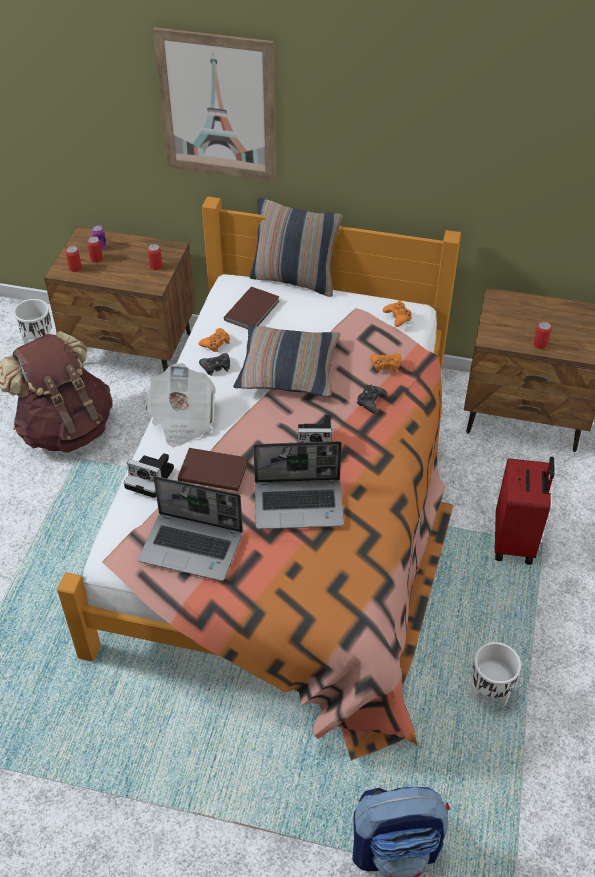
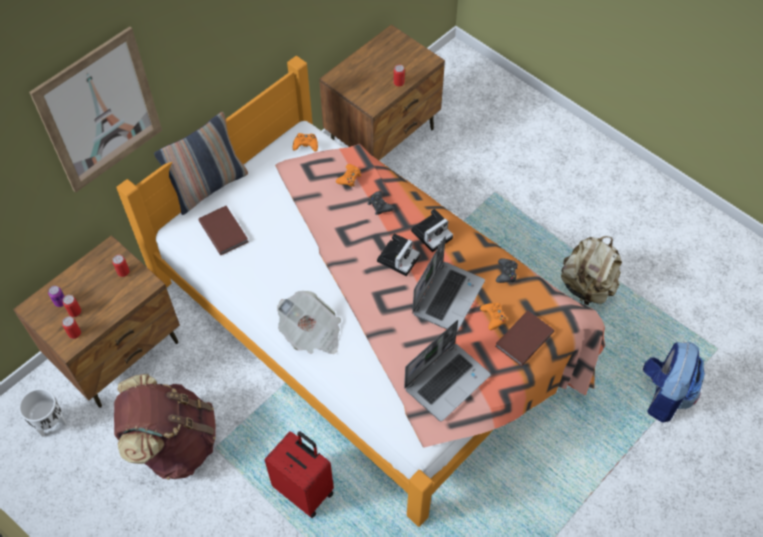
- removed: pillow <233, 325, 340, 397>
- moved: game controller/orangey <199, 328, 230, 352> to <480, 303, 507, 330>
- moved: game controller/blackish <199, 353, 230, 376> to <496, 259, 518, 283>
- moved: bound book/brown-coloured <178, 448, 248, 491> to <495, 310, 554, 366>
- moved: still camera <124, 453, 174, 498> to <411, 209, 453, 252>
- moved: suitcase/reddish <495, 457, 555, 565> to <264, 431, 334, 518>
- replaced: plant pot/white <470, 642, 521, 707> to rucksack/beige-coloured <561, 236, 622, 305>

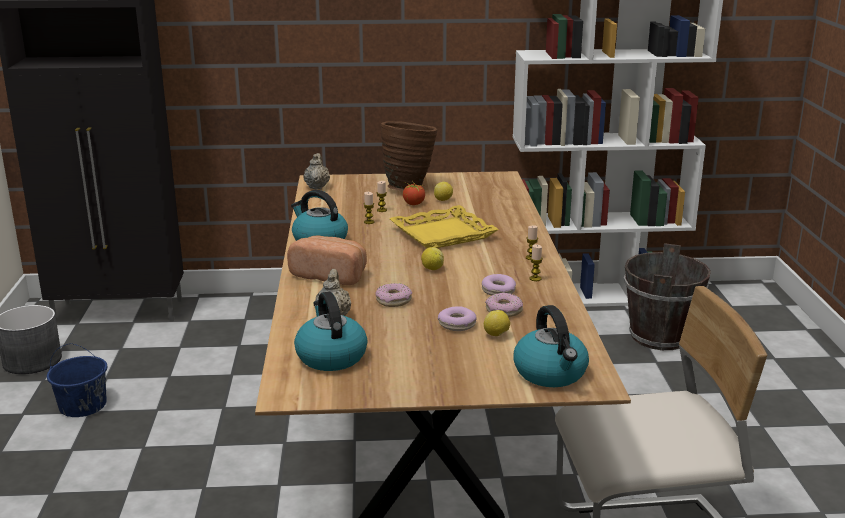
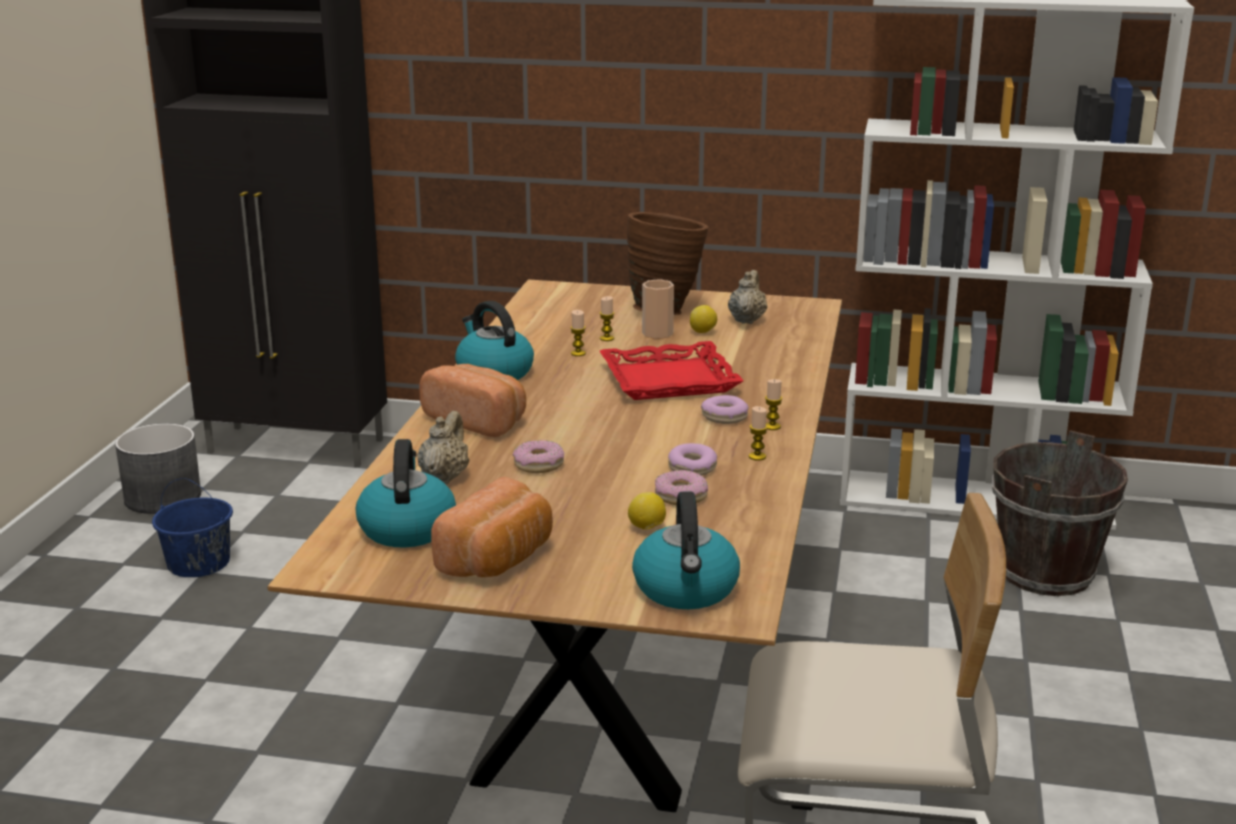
- moved: pot for tea/beige-coloured <303, 153, 330, 189> to <728, 270, 767, 324>
- replaced: tomato <403, 181, 425, 205> to drinking cup <642, 279, 674, 339>
- recoloured: tray/yellowish <389, 205, 499, 248> to tray/reddish <600, 341, 744, 400>
- removed: whole lemon <421, 247, 444, 270>
- moved: ring doughnut <438, 306, 477, 331> to <701, 395, 749, 424>
- added: bakery bread <431, 477, 553, 577>

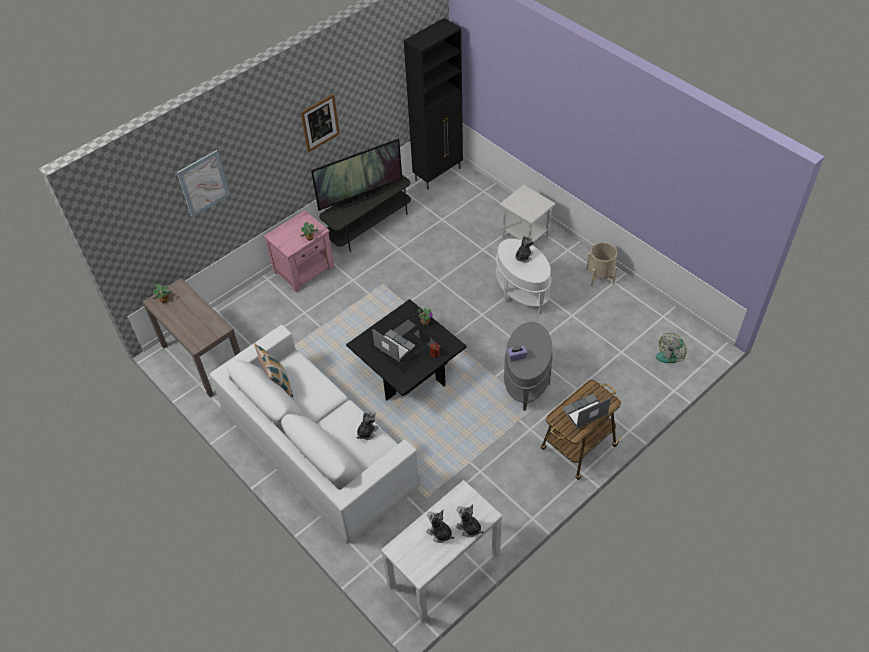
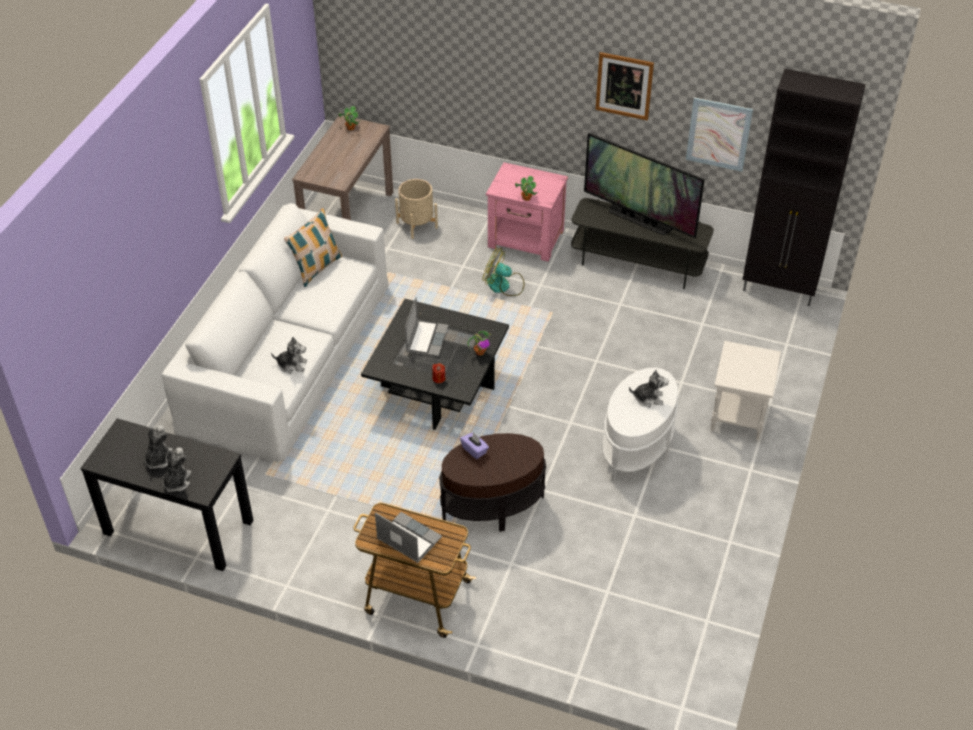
- moved: wall picture <177, 150, 230, 217> to <686, 97, 753, 172>
- moved: plant pot/beige-coloured <586, 242, 617, 286> to <395, 179, 438, 239>
- recoloured: end table/gray <504, 322, 553, 411> to end table/brown-coloured <439, 433, 546, 532>
- moved: fan <656, 333, 687, 363> to <483, 248, 525, 296>
- recoloured: console table/white <381, 480, 503, 623> to console table/blackish <80, 418, 253, 571>

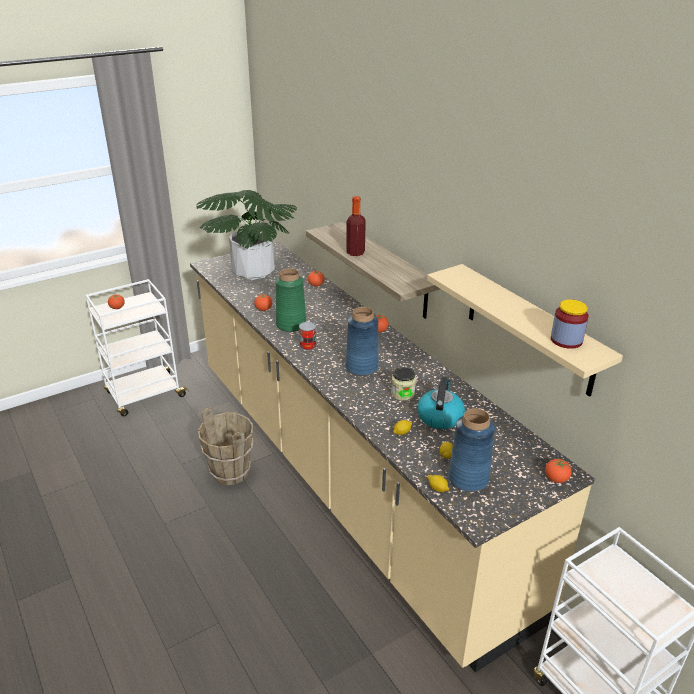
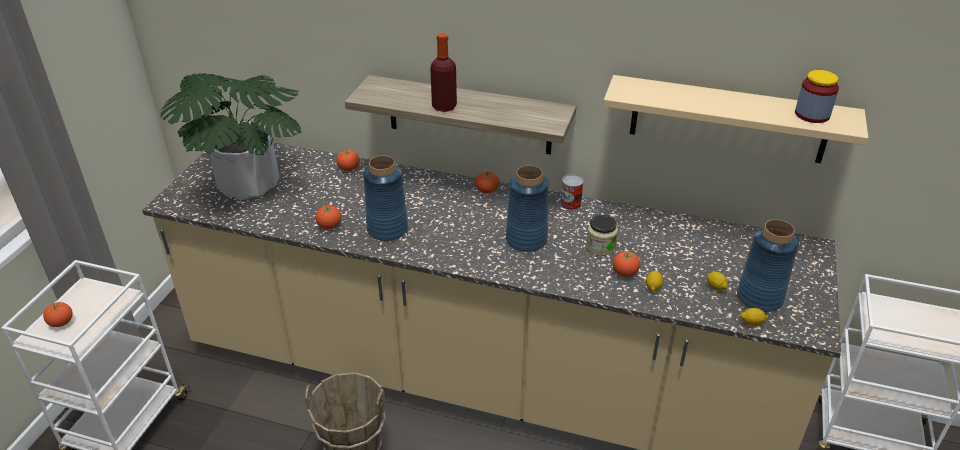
- recoloured: decorative vase/green <275, 268, 306, 332> to decorative vase/blue-coloured <363, 156, 408, 241>
- moved: sealed can <299, 322, 316, 350> to <560, 174, 584, 210>
- removed: water kettle <417, 377, 465, 429>
- moved: tomato <545, 458, 572, 483> to <613, 250, 640, 277>

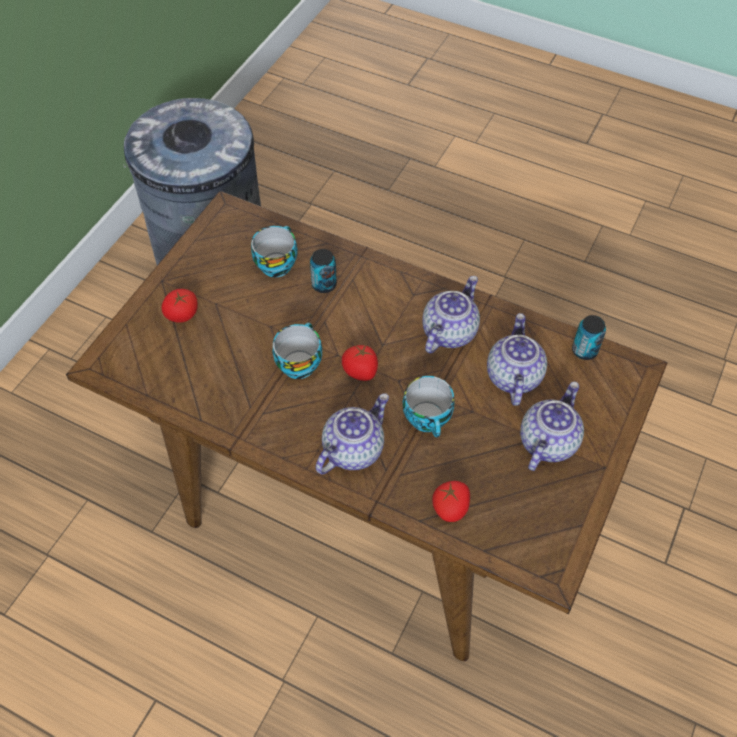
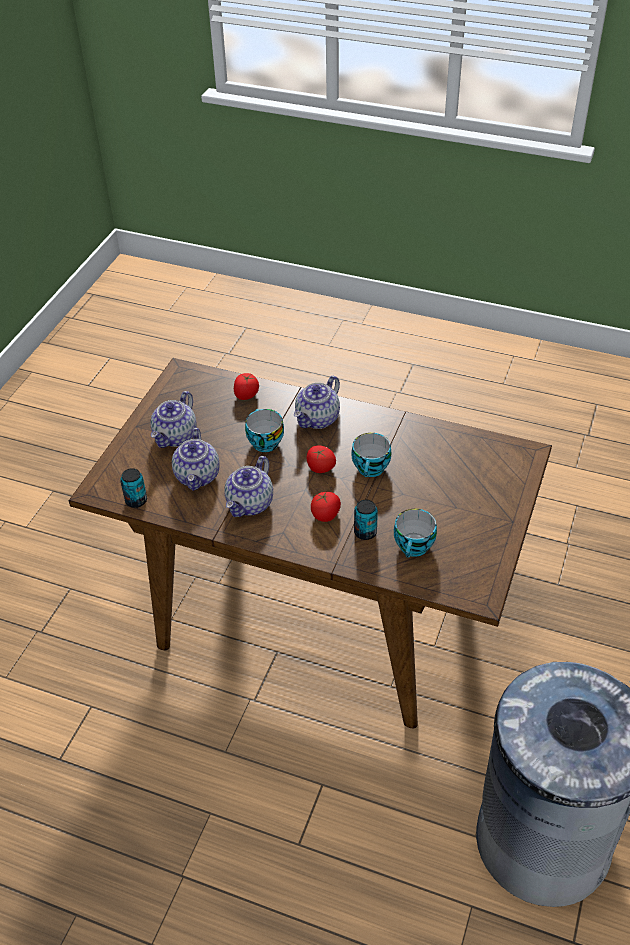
- moved: tomato <161, 289, 198, 323> to <311, 492, 341, 522>

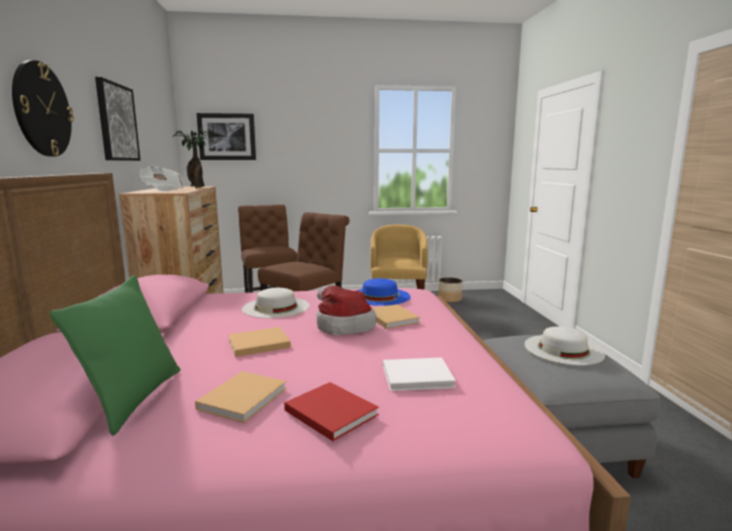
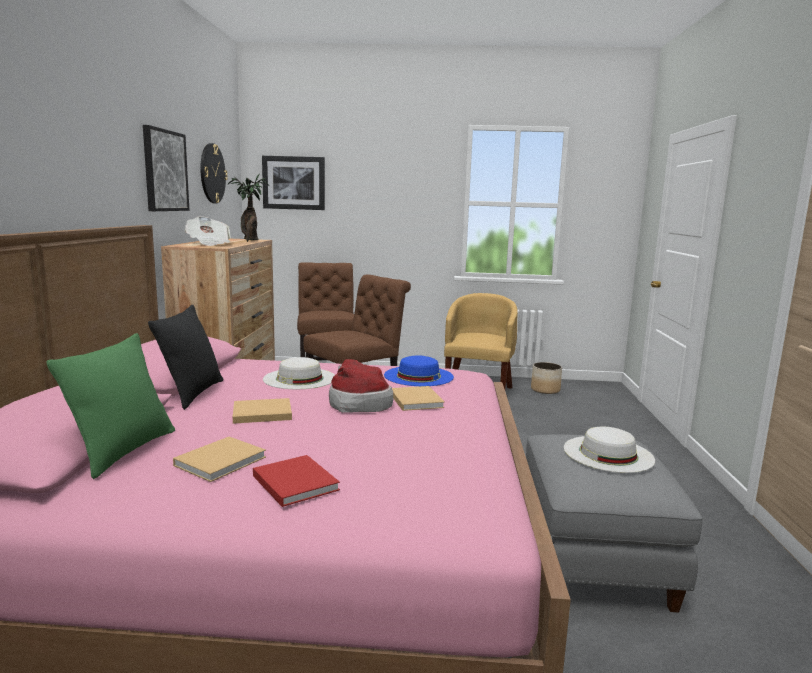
- moved: hanging clock <12, 60, 74, 157> to <200, 143, 228, 203>
- removed: bound book/white <383, 357, 456, 391>
- added: pillow/blackish <148, 305, 223, 410>

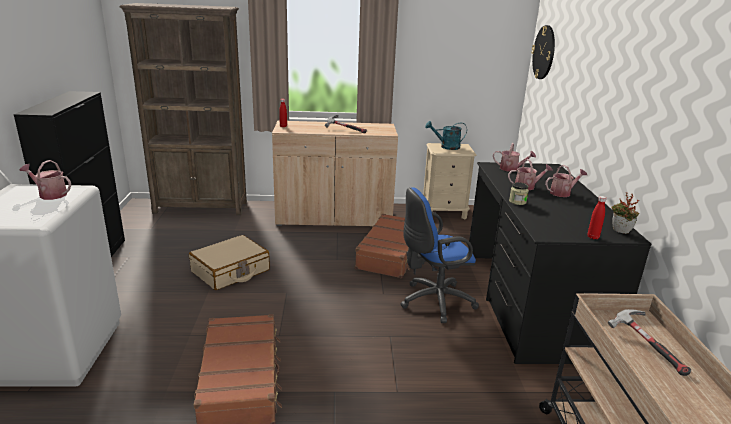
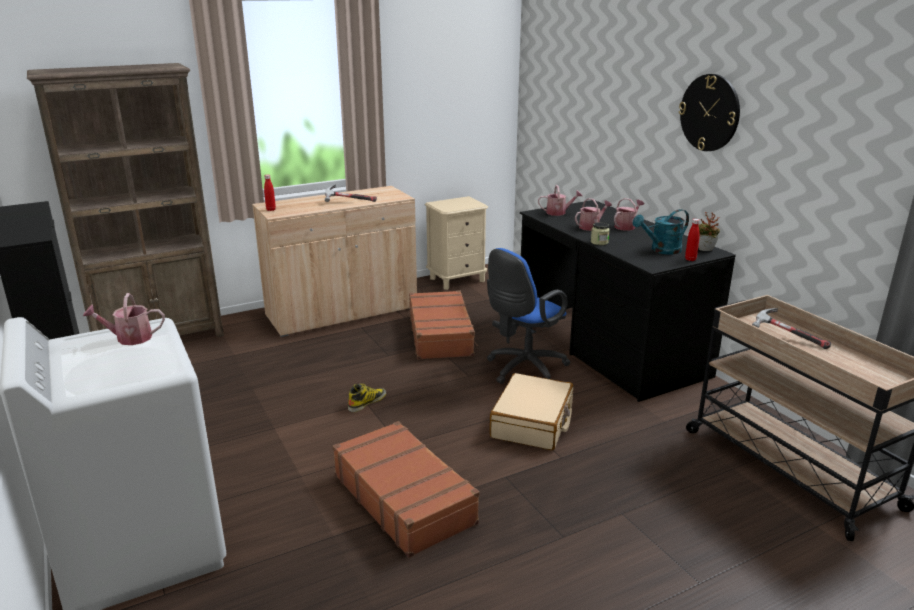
- moved: hanging clock <531, 25, 555, 79> to <679, 74, 740, 151>
- moved: watering can/turquoise <425, 121, 467, 150> to <633, 209, 689, 255>
- moved: suitcase/beige-coloured <189, 235, 270, 290> to <490, 373, 573, 450>
- added: boot <348, 384, 386, 412>

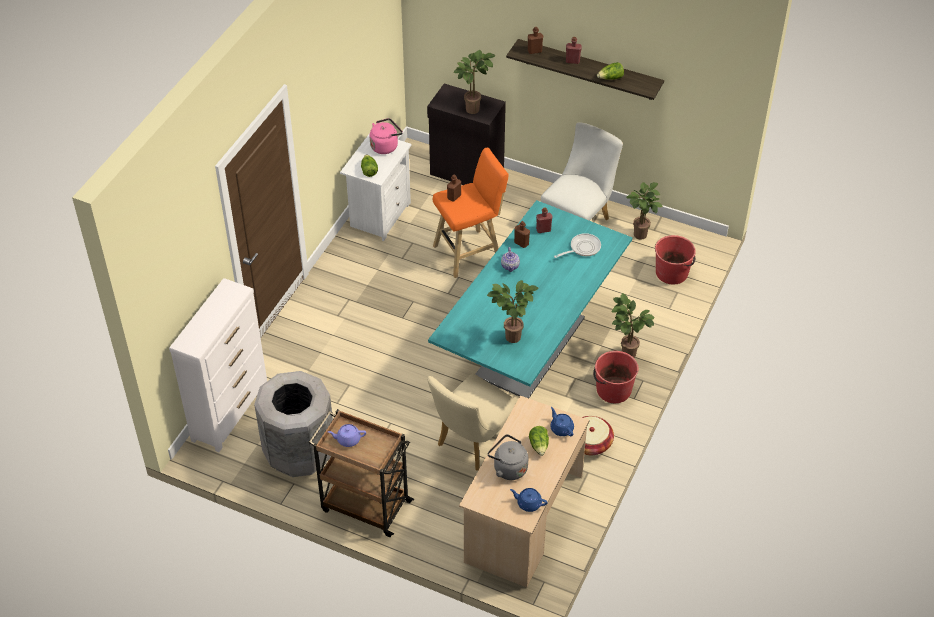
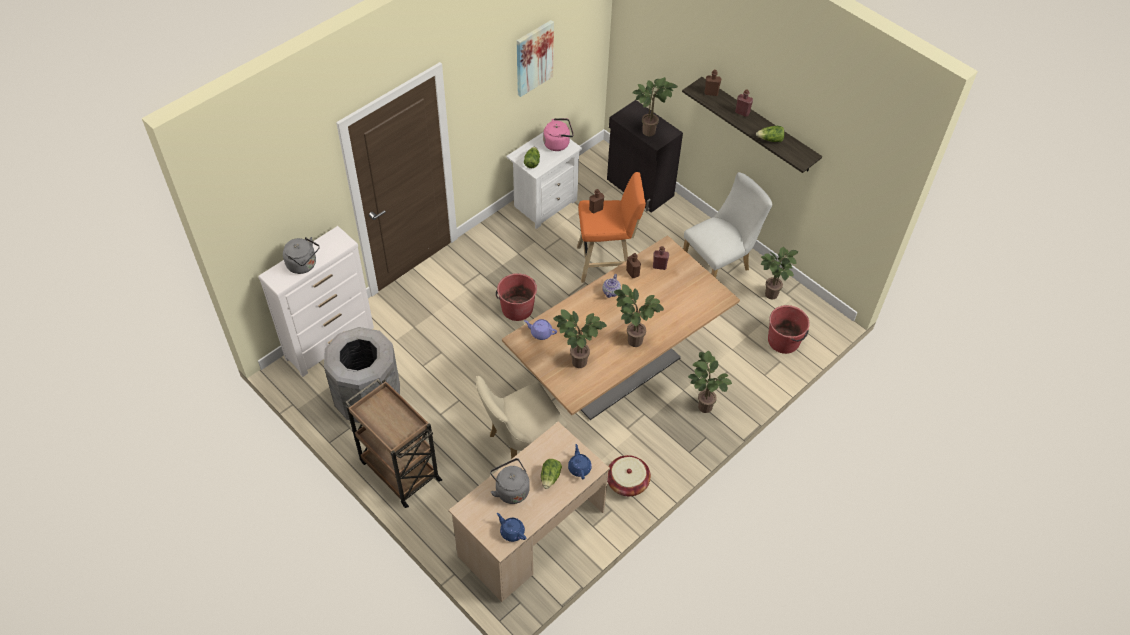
- recoloured: dinner table/turquoise <428, 200, 632, 398> to dinner table/beige-coloured <502, 235, 740, 420>
- removed: pan <554, 233, 601, 258>
- moved: pail/reddish <593, 351, 639, 403> to <496, 273, 537, 321>
- moved: pot for tea/purplish <328, 424, 366, 447> to <524, 319, 557, 340>
- added: wall picture <517, 20, 554, 97>
- added: water kettle/gray <283, 237, 320, 274>
- added: plant in a pot <614, 284, 664, 347>

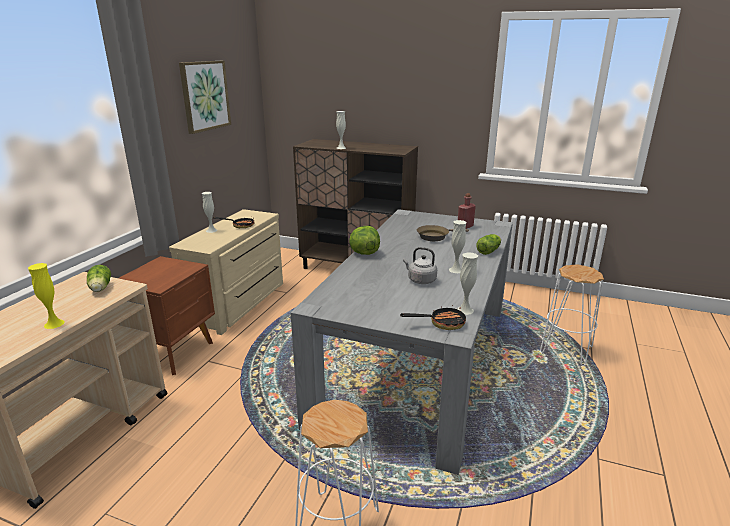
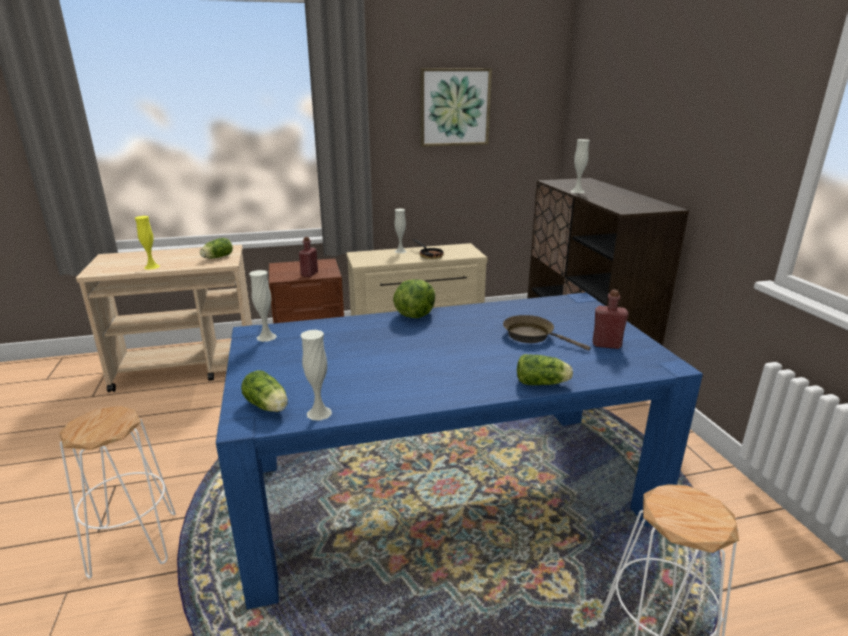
- recoloured: dinner table/gray <291, 209, 513, 475> to dinner table/blue-coloured <216, 293, 703, 609>
- moved: decorative vase/white <449, 220, 466, 273> to <249, 270, 277, 342>
- removed: water kettle/gray <403, 247, 437, 284>
- replaced: pan <400, 305, 466, 330> to head of lettuce <241, 370, 288, 412>
- added: beverage bottle/reddish <299, 237, 318, 277>

